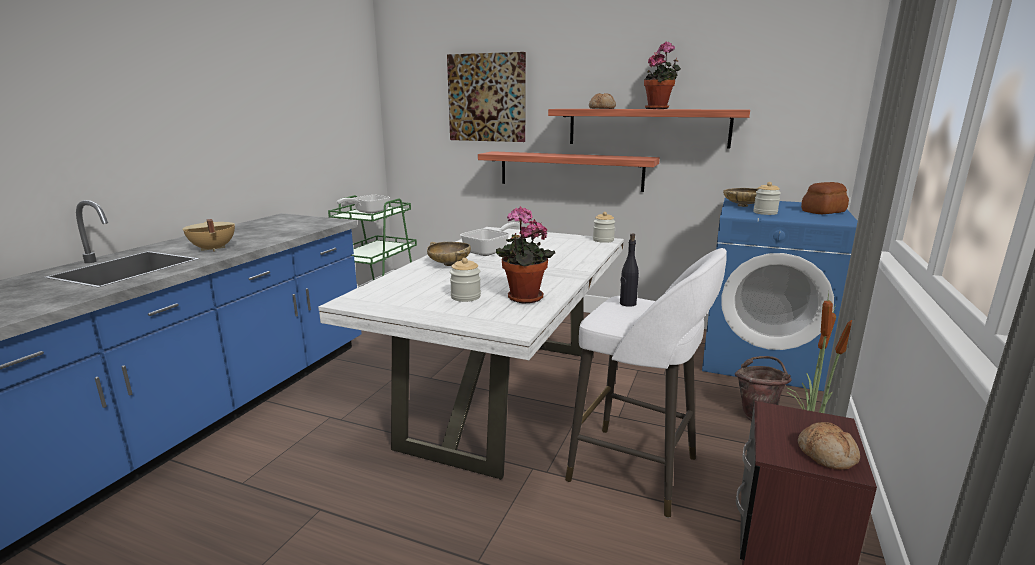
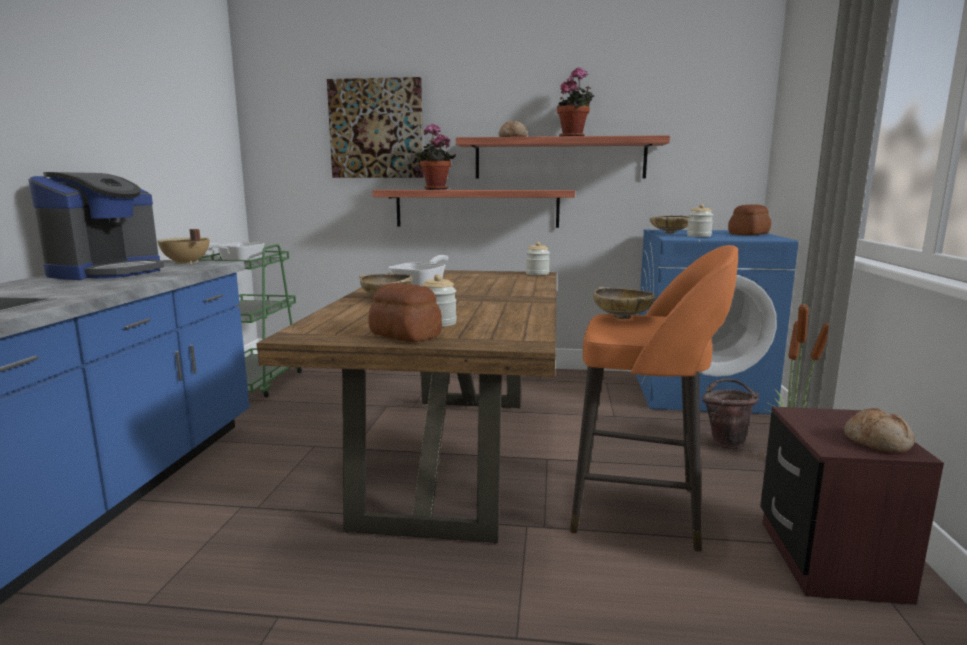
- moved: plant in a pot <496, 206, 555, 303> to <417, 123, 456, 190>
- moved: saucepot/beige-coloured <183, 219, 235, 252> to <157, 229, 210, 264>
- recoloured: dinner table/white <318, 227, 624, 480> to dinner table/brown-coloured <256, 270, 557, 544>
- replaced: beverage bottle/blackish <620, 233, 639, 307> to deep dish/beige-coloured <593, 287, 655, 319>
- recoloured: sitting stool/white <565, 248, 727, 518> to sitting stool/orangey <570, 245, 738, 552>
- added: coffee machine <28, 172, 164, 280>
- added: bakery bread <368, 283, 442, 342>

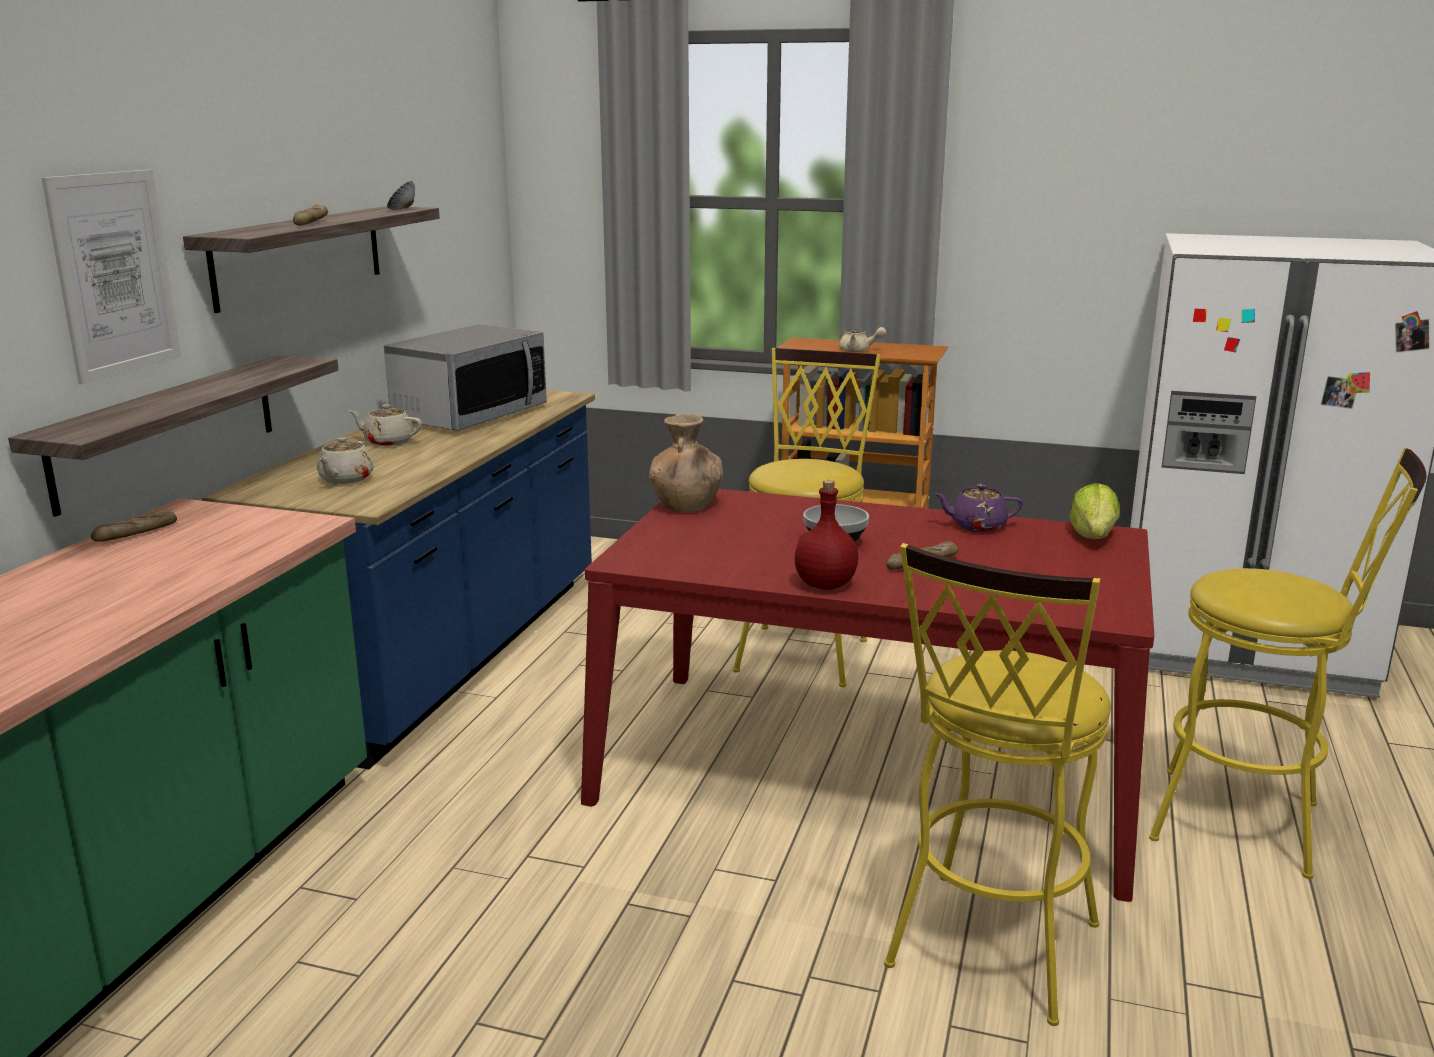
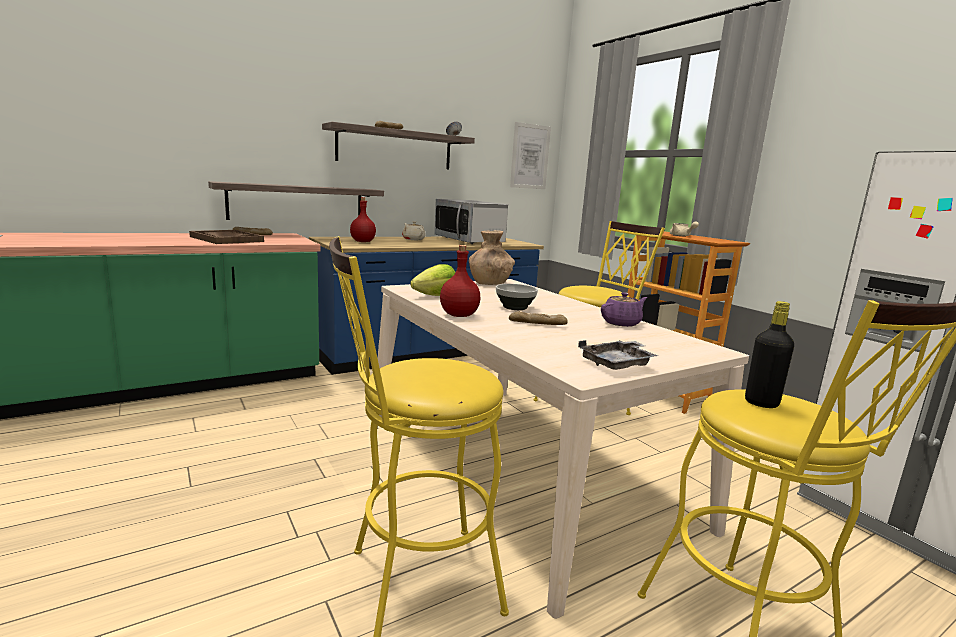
- moved: wall picture <42, 170, 181, 384> to <510, 122, 551, 189>
- turned: kitchen microwave <384, 324, 547, 431> = <434, 199, 508, 244> 75 degrees clockwise
- replaced: pot for tea/beige-coloured <317, 437, 374, 484> to beverage bottle/reddish <350, 197, 376, 242>
- moved: head of lettuce <1069, 483, 1120, 539> to <411, 264, 456, 296>
- turned: pot for tea/purplish <933, 484, 1023, 532> = <601, 292, 647, 327> 105 degrees clockwise
- recoloured: dinner table/reddish <581, 489, 1154, 902> to dinner table/beige-coloured <378, 279, 749, 619>
- added: tray/brown-coloured <189, 230, 264, 244>
- added: beverage bottle/blackish <745, 301, 794, 408>
- added: tray/gray <578, 340, 658, 370>

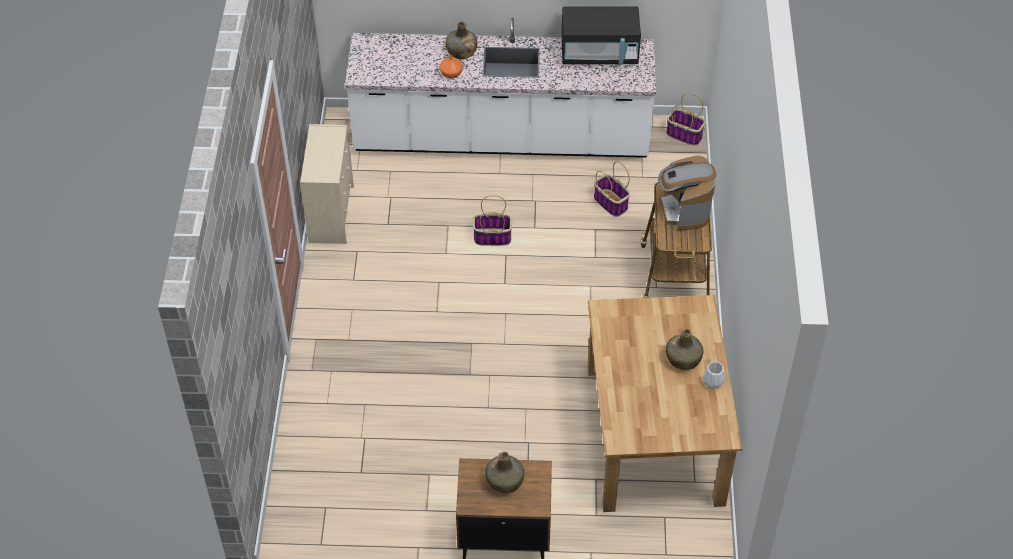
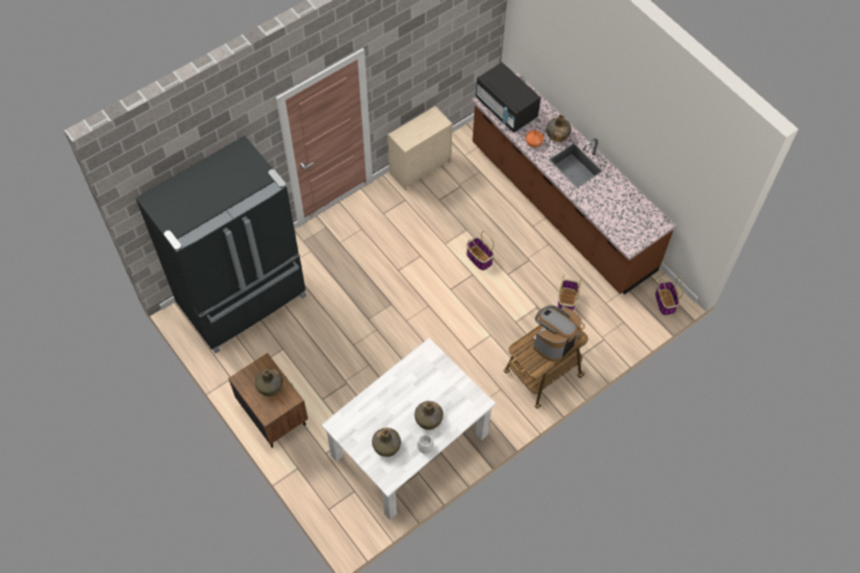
- moved: kitchen microwave/blackish <561, 6, 641, 64> to <476, 62, 541, 132>
- recoloured: counter/white <345, 18, 656, 158> to counter/brown-coloured <472, 72, 676, 294>
- recoloured: dinner table/brown-coloured <588, 295, 742, 512> to dinner table/white <321, 338, 496, 520>
- added: kitchen fridge/blackish <136, 136, 306, 354>
- added: beverage bottle/green <372, 428, 401, 457>

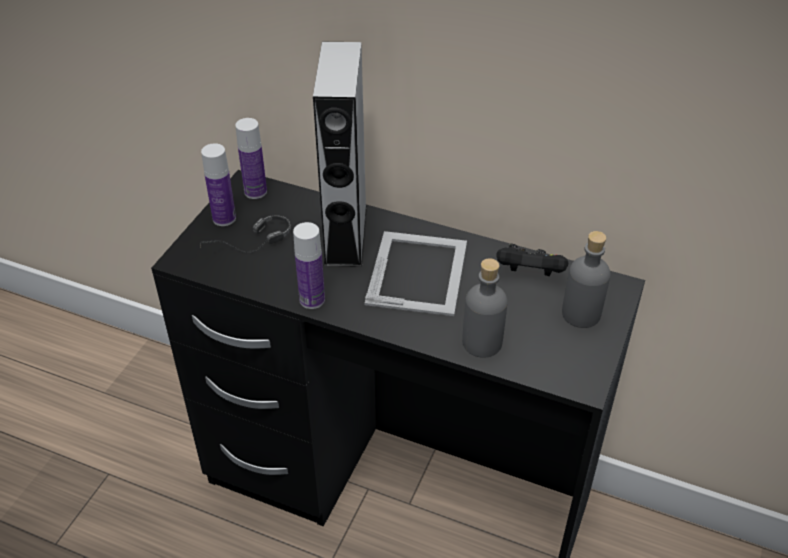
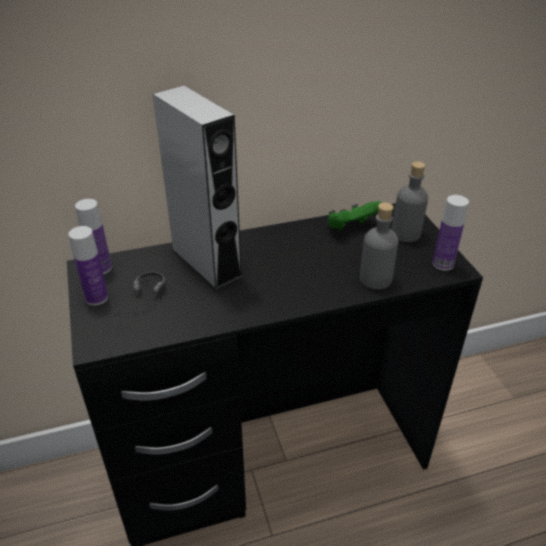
- moved: beverage bottle <293, 222, 325, 309> to <433, 195, 469, 271>
- removed: standing frame <365, 231, 467, 316>
- recoloured: game controller/blackish <496, 244, 568, 276> to game controller/green <327, 201, 382, 231>

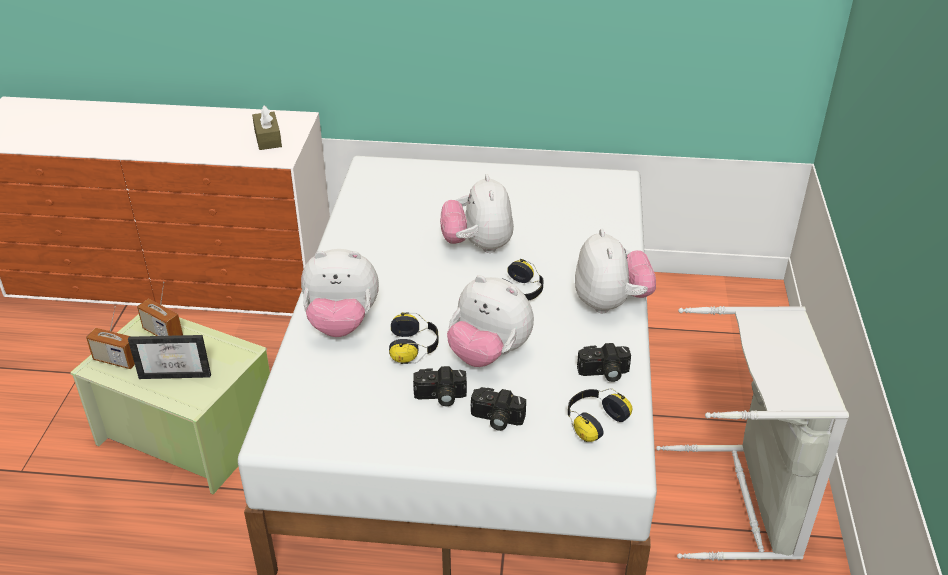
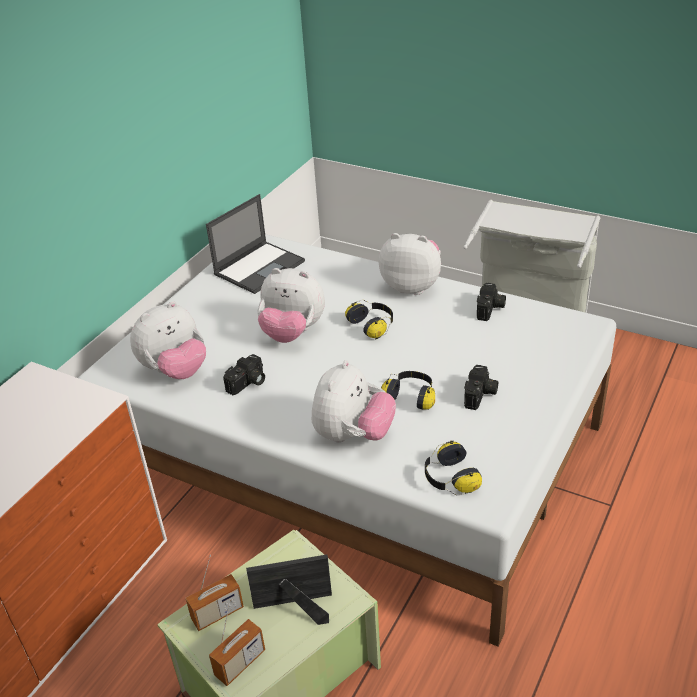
- removed: box of tissues/brown-coloured <252, 106, 282, 150>
- moved: cuddly toy <447, 275, 534, 367> to <130, 301, 206, 379>
- turned: standing frame <128, 335, 211, 379> = <246, 555, 332, 625> 120 degrees counterclockwise
- moved: still camera <471, 387, 526, 431> to <223, 354, 265, 395>
- moved: headphones <568, 388, 632, 442> to <425, 441, 482, 496>
- added: notebook computer <206, 194, 305, 294>

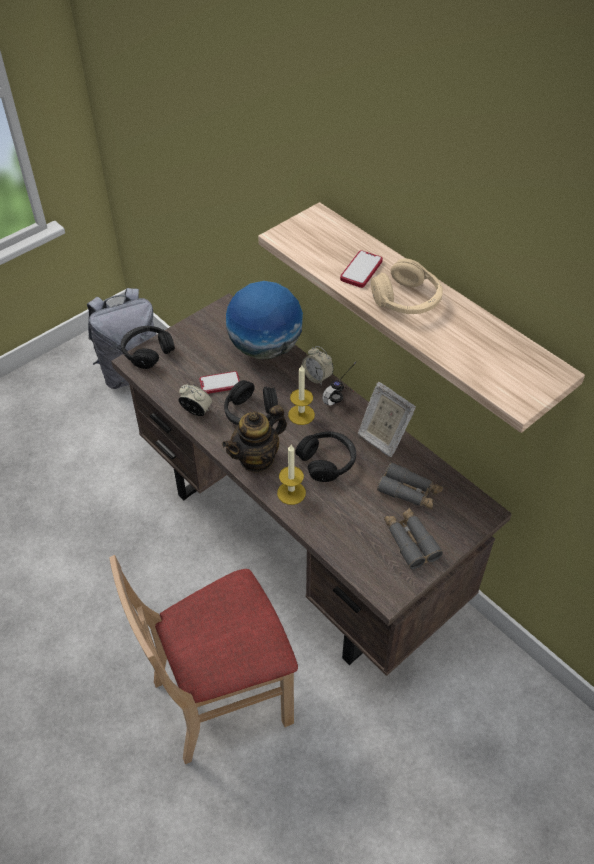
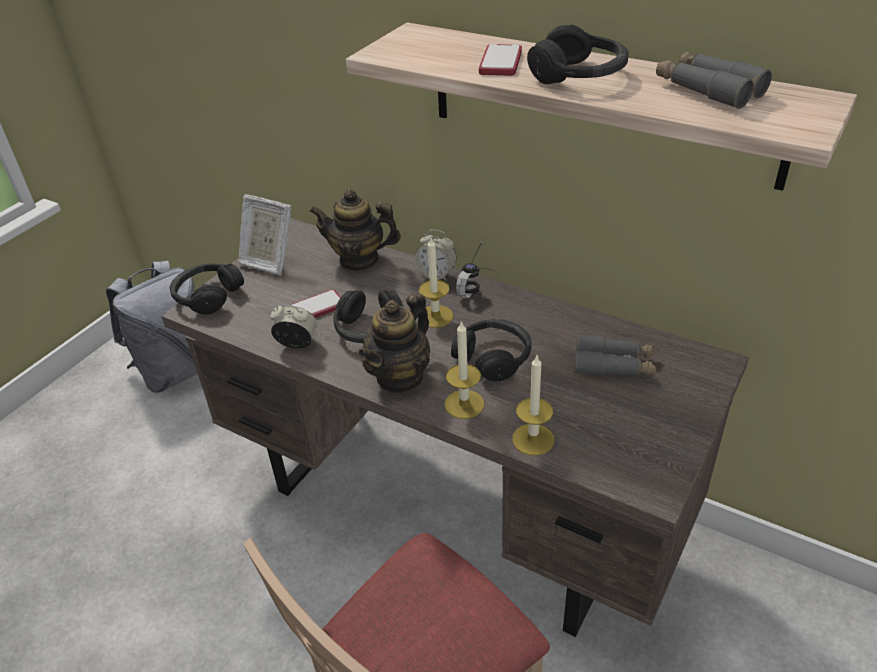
- recoloured: headphones/beige-coloured <371, 259, 443, 314> to headphones/blackish <527, 25, 629, 84>
- replaced: desk globe <226, 281, 303, 359> to pot for tea <309, 189, 401, 271>
- moved: standing frame <358, 382, 416, 457> to <238, 194, 291, 275>
- moved: pair of binoculars/gray <384, 507, 443, 569> to <656, 51, 772, 109>
- added: wax candle <512, 356, 554, 456>

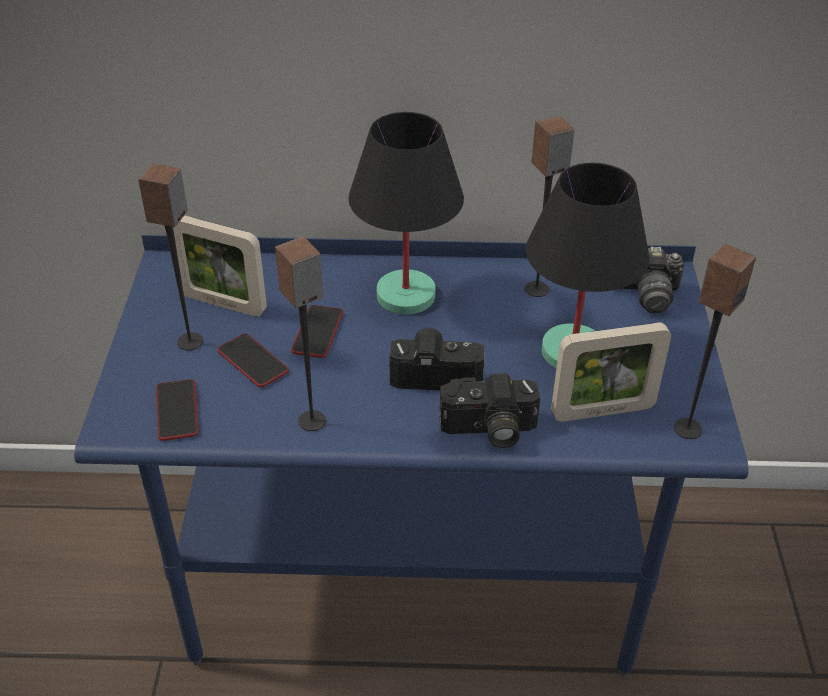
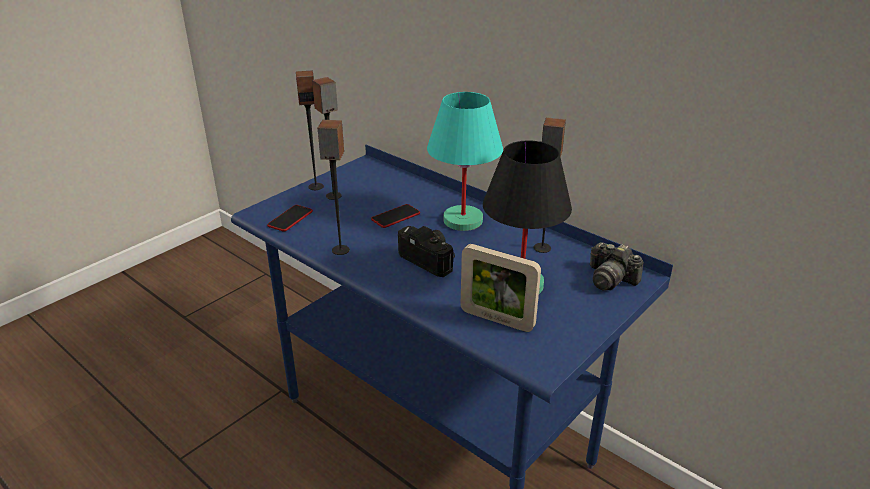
- recoloured: table lamp/blackish <348, 112, 464, 315> to table lamp/turquoise <427, 92, 503, 231>
- removed: standing frame <173, 215, 267, 317>
- moved: loudspeaker <674, 244, 756, 439> to <296, 70, 324, 190>
- removed: phone <217, 333, 289, 387>
- removed: still camera <439, 373, 540, 448>

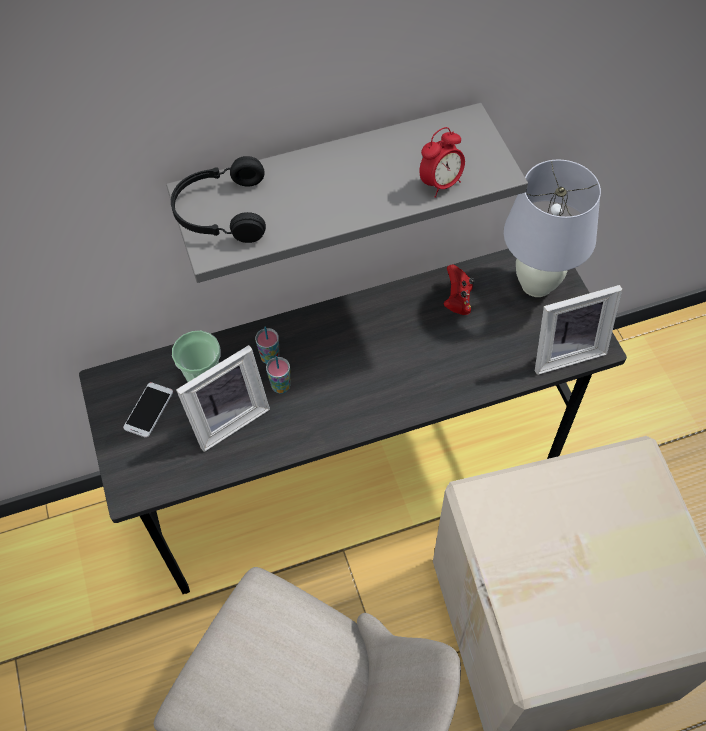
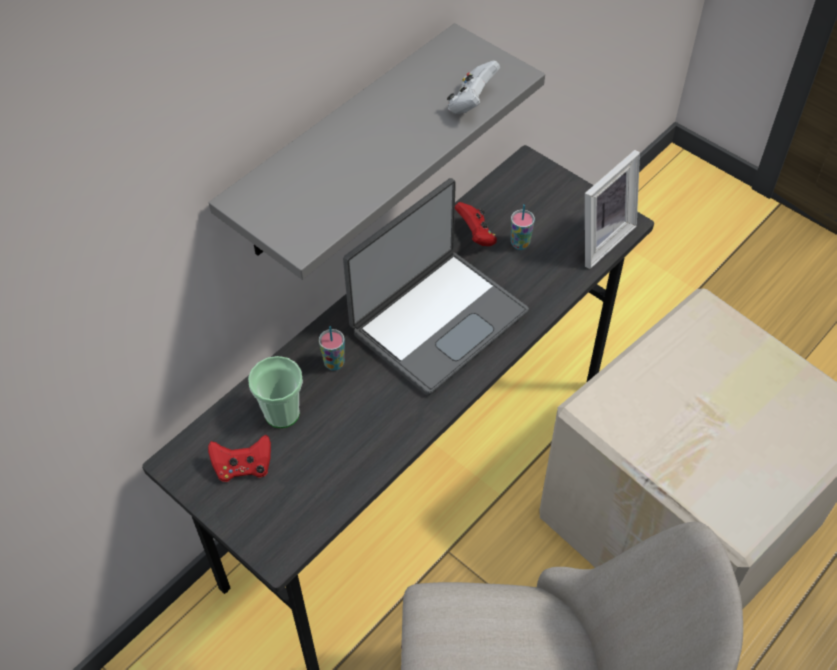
- replaced: bedside clock <420, 127, 465, 198> to game controller/white <447, 60, 500, 114>
- removed: headphones/blackish <171, 156, 266, 243>
- removed: table lamp/white <504, 160, 601, 297>
- removed: standing frame <176, 345, 270, 452>
- moved: drinking cup <266, 356, 291, 394> to <511, 204, 535, 250>
- replaced: phone <123, 382, 173, 438> to game controller/reddish <208, 435, 271, 482>
- added: notebook computer <343, 178, 529, 395>

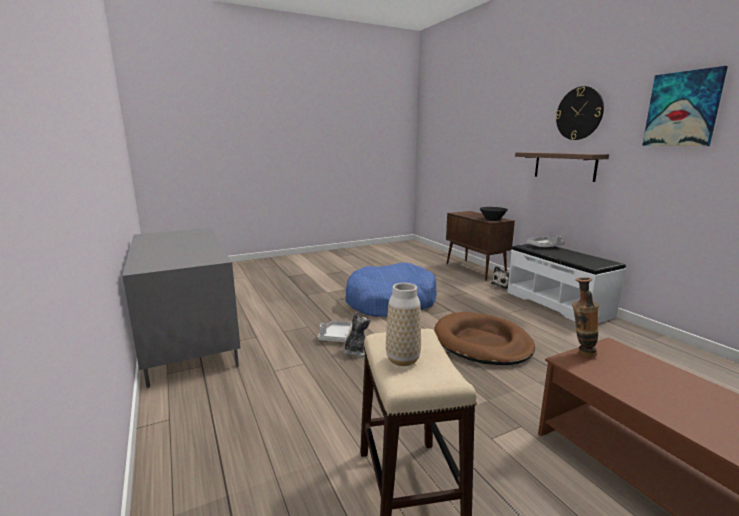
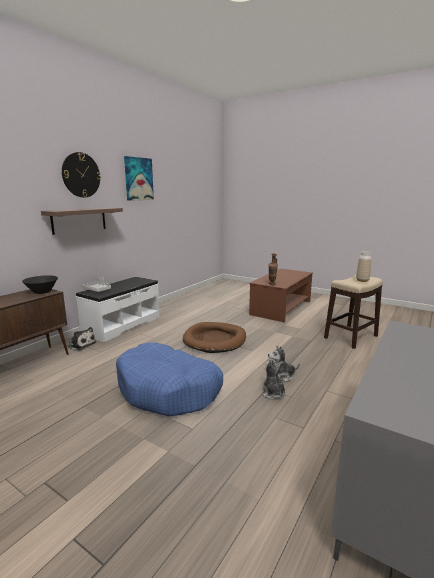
- replaced: tray/gray <318, 321, 352, 342> to cuddly toy <260, 359, 286, 400>

